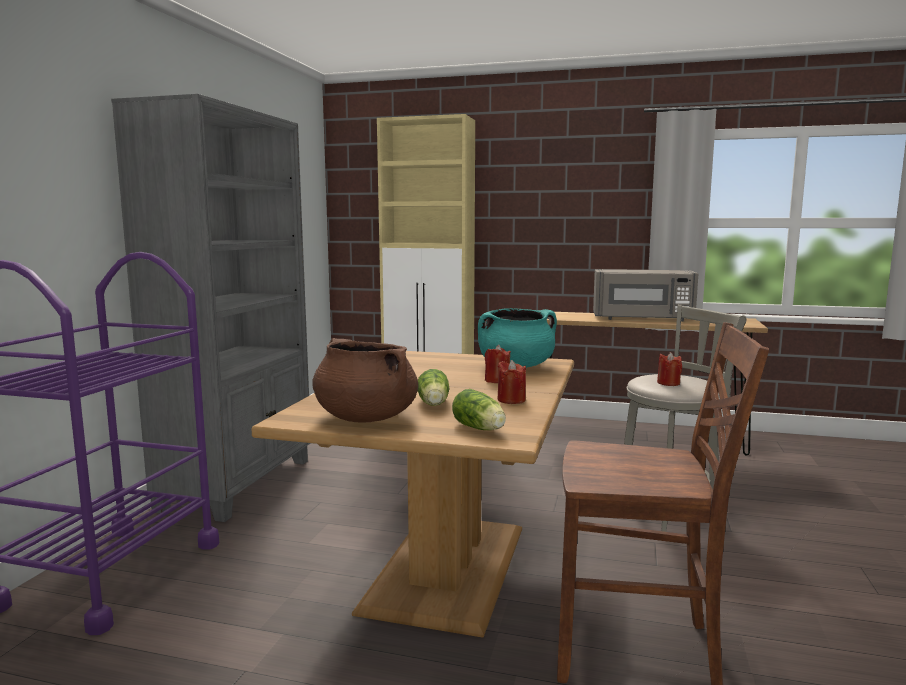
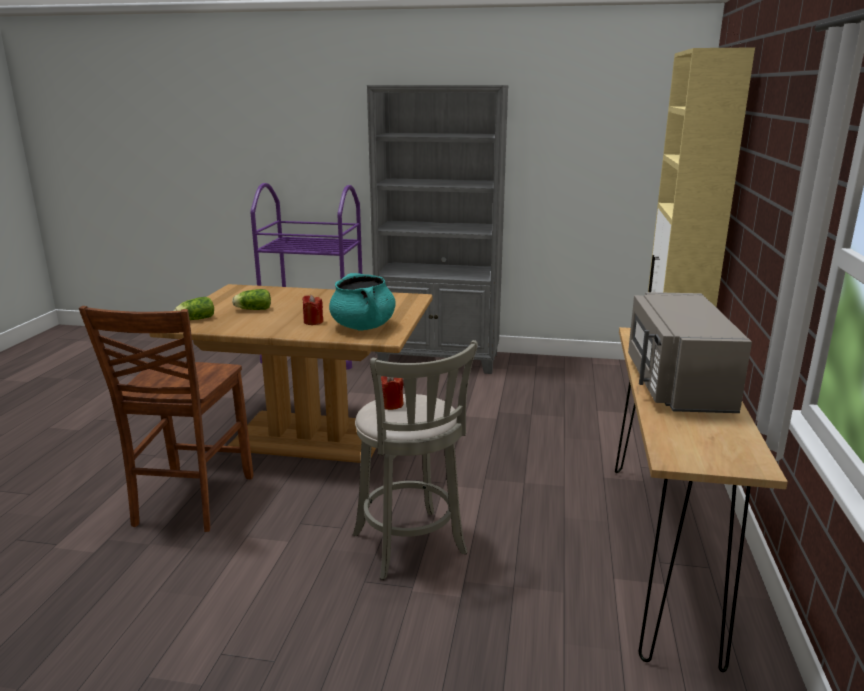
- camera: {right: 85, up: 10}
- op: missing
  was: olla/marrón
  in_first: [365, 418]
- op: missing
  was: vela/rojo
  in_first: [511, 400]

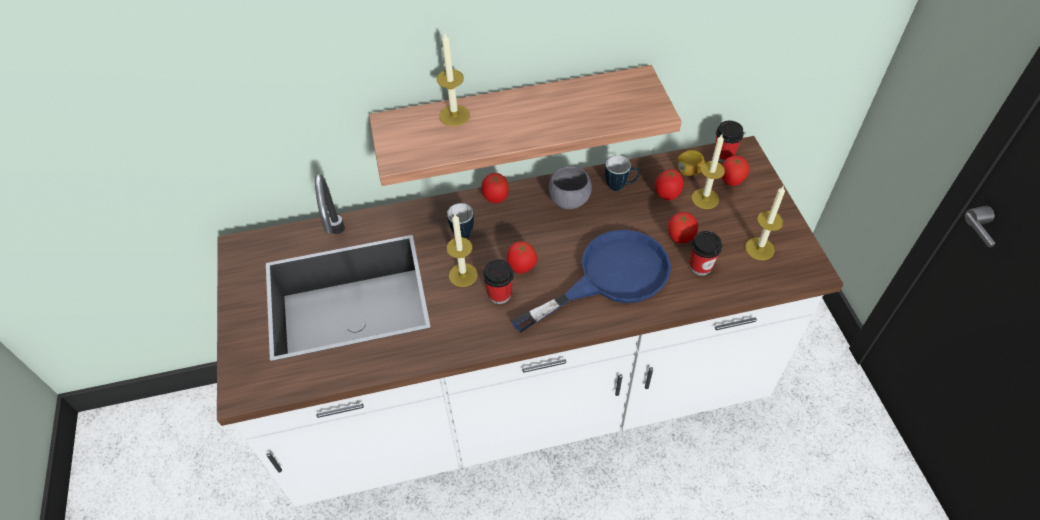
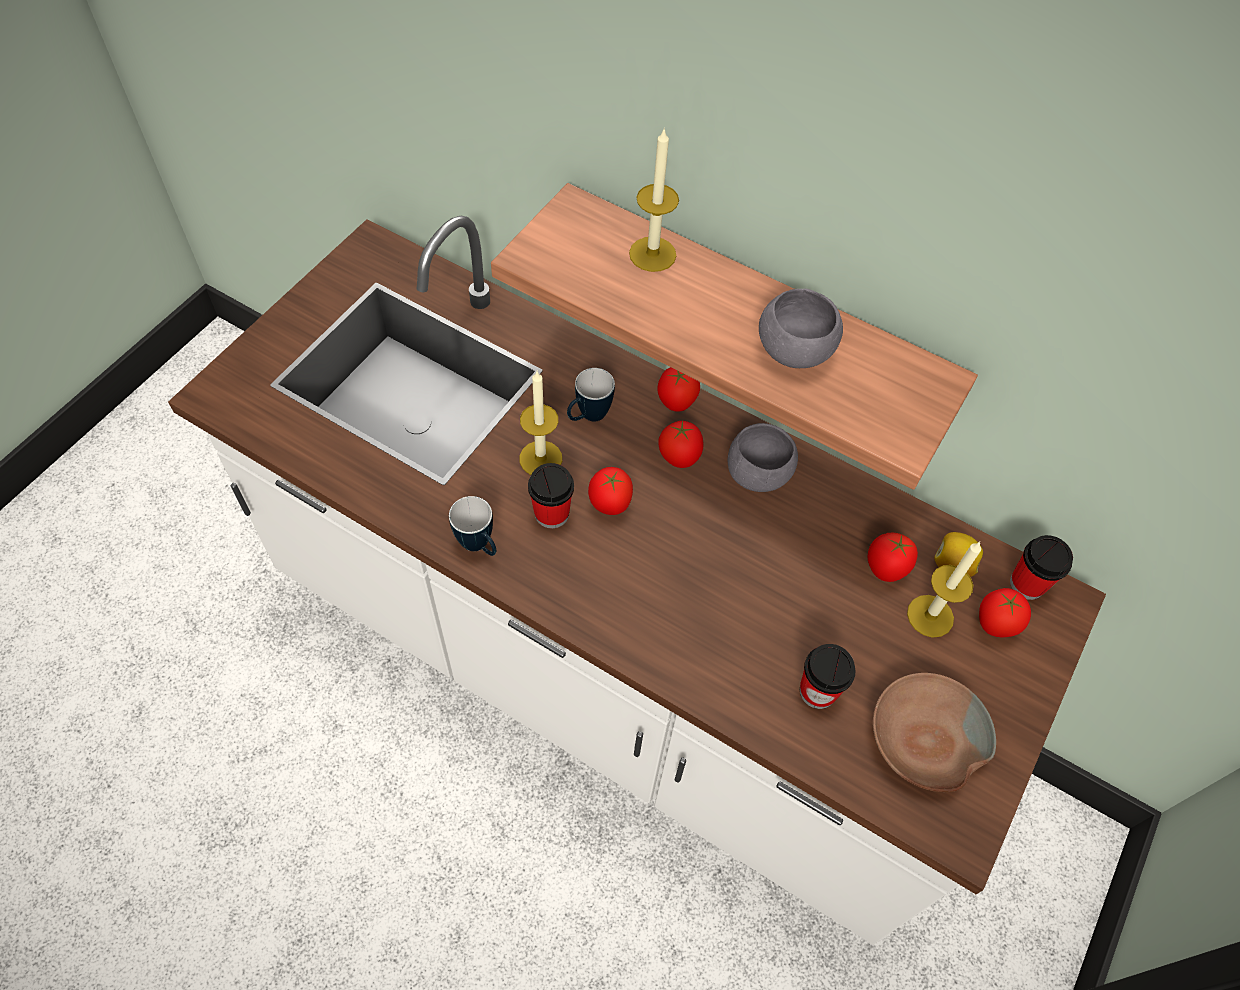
- camera: {right: 40, up: 5}
- op: missing
  was: sartén/azul
  in_first: [610, 277]
- op: relocated
  was: taza grande
  in_first: [620, 186]
  in_second: [479, 547]
- op: relocated
  was: tomate
  in_first: [679, 238]
  in_second: [679, 458]
- op: exchanged
  was: vela
  now: cuenco/marrón
  in_first: [759, 248]
  in_second: [923, 740]
- op: appeared
  now: cuenco/gris
  in_second: [794, 351]

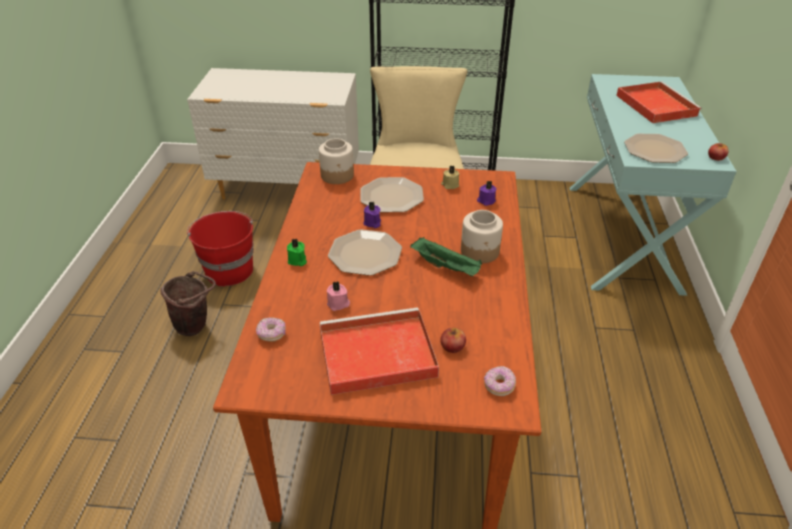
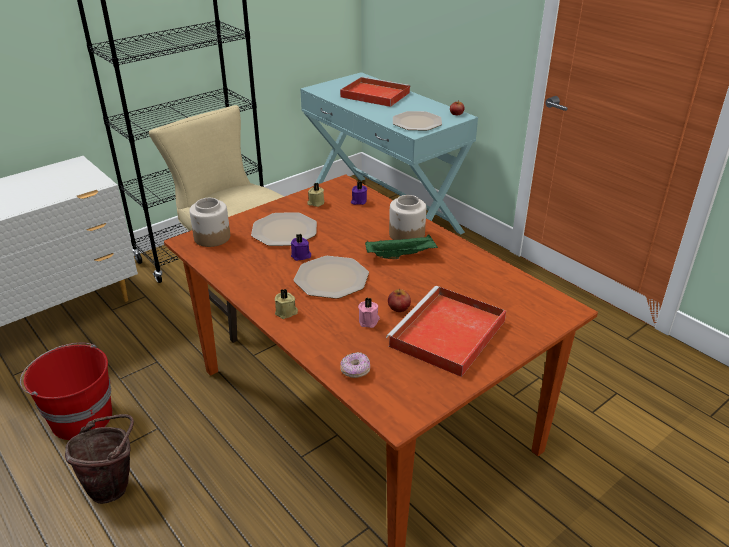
- camera: {right: -45, up: -5}
- op: colour
  was: vela/verde
  now: vela/beis
  in_first: [297, 261]
  in_second: [286, 312]
- op: relocated
  was: manzana
  in_first: [452, 346]
  in_second: [399, 307]
- op: missing
  was: rosquilla
  in_first: [499, 386]

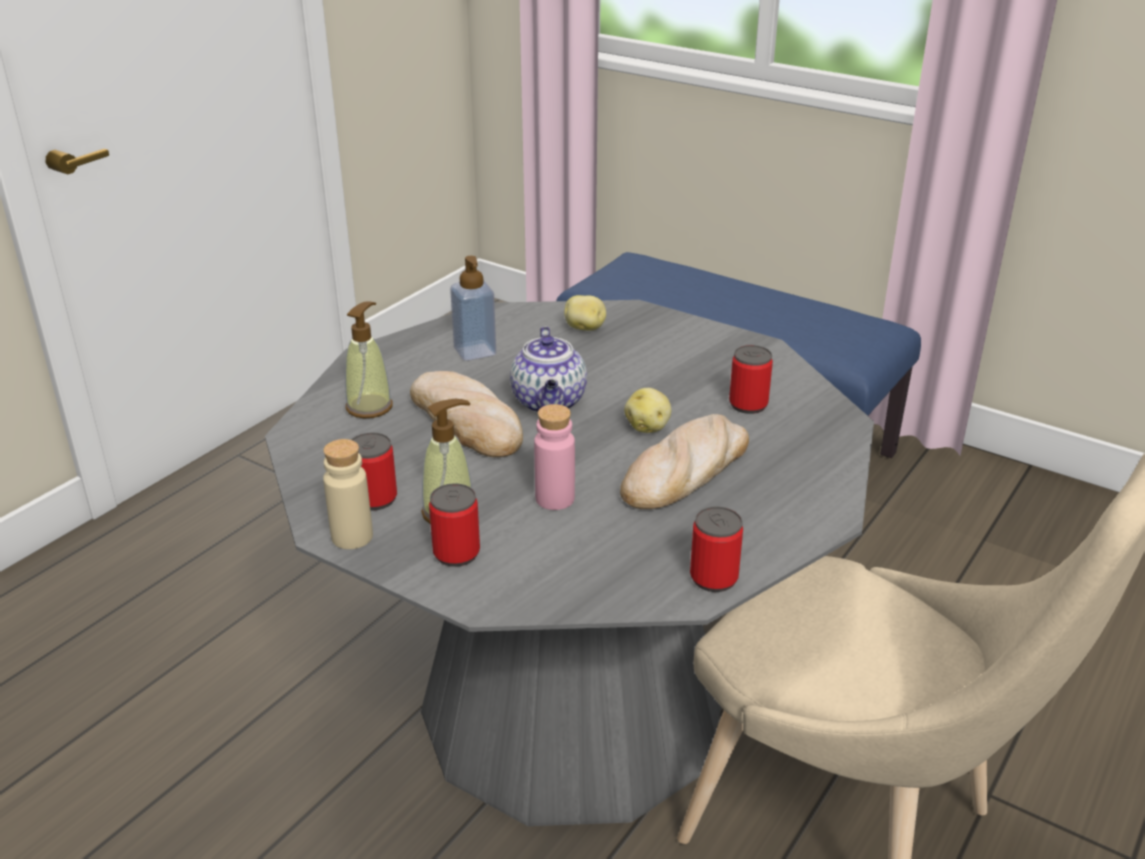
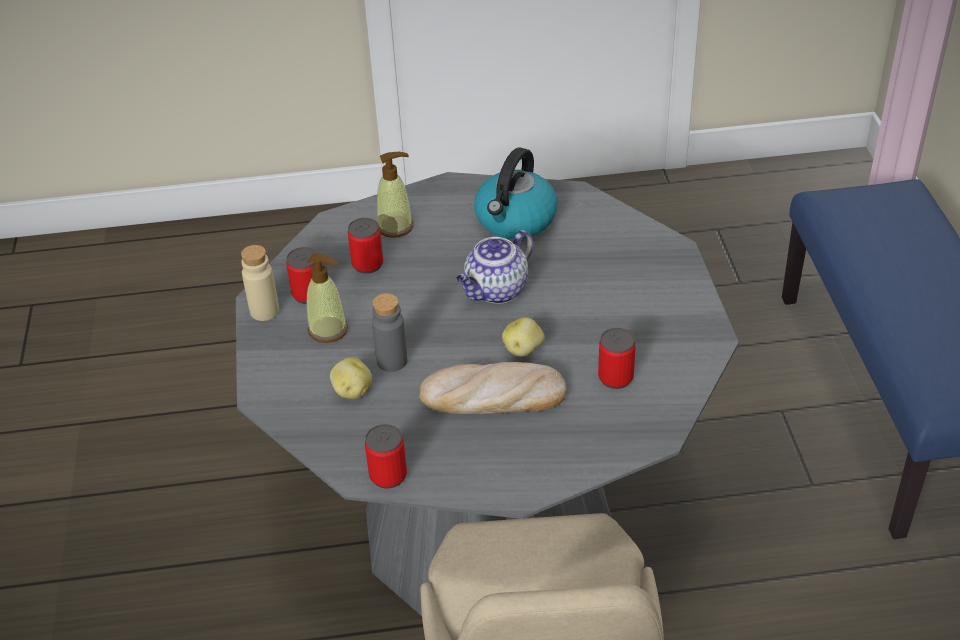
- camera: {right: 50, up: 10}
- op: missing
  was: pan
  in_first: [468, 420]
- op: relocated
  was: lata
  in_first: [456, 553]
  in_second: [367, 264]
- op: exchanged
  was: dispensador de jabón
  now: hervidor
  in_first: [475, 351]
  in_second: [515, 220]
- op: colour
  was: botella/rosa
  now: botella/gris
  in_first: [555, 498]
  in_second: [392, 361]
- op: relocated
  was: patata
  in_first: [585, 328]
  in_second: [352, 391]

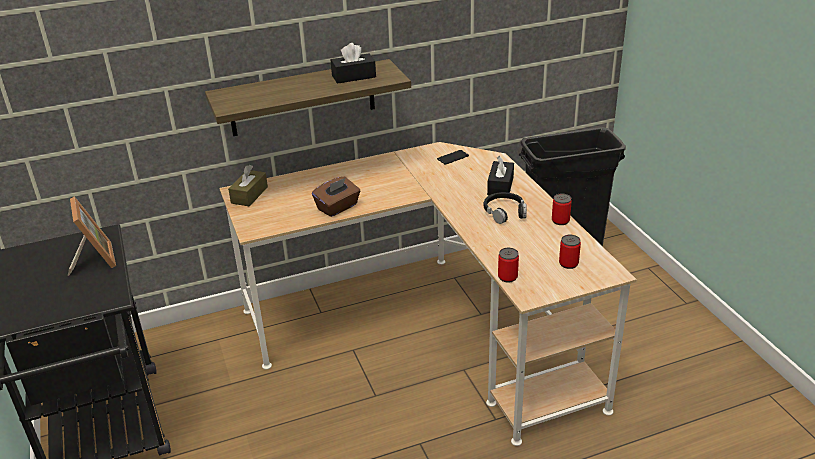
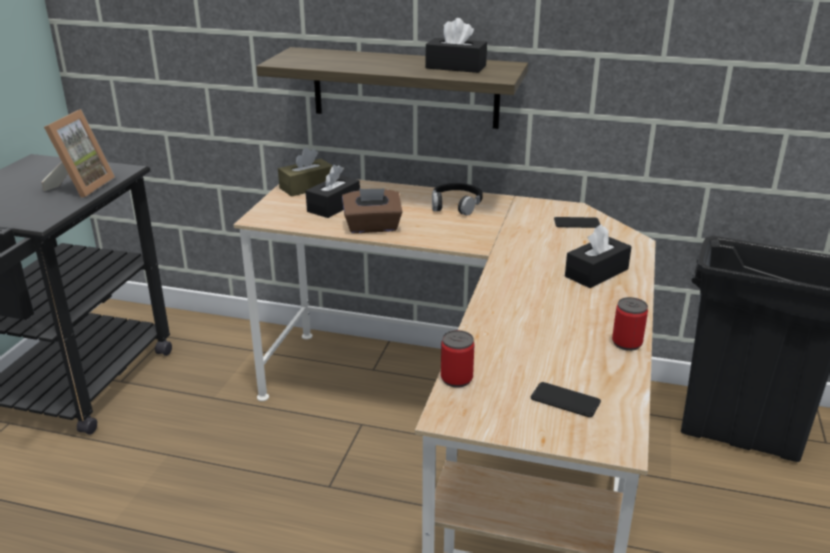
- camera: {right: 35, up: -5}
- op: relocated
  was: auriculares/negro
  in_first: [504, 212]
  in_second: [456, 205]
- op: exchanged
  was: lata
  now: móvil
  in_first: [568, 263]
  in_second: [565, 400]
- op: appeared
  now: caja de pañuelos/negro
  in_second: [334, 206]

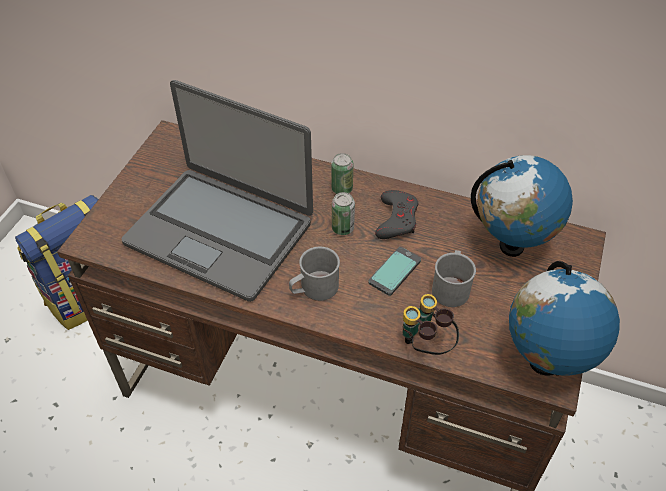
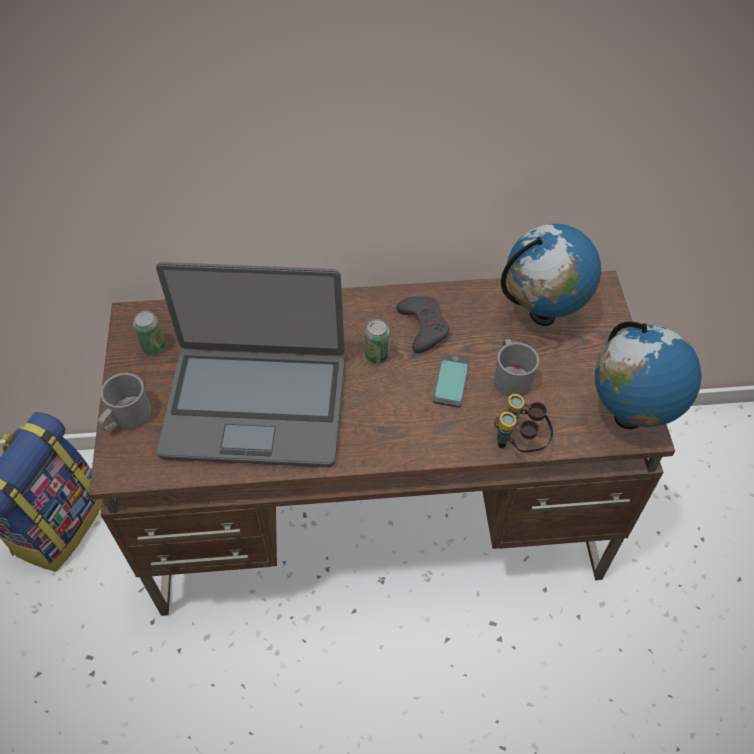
- camera: {right: -25, up: 5}
- op: relocated
  was: taza grande/gris
  in_first: [314, 289]
  in_second: [126, 418]
- op: relocated
  was: lata
  in_first: [342, 189]
  in_second: [154, 347]

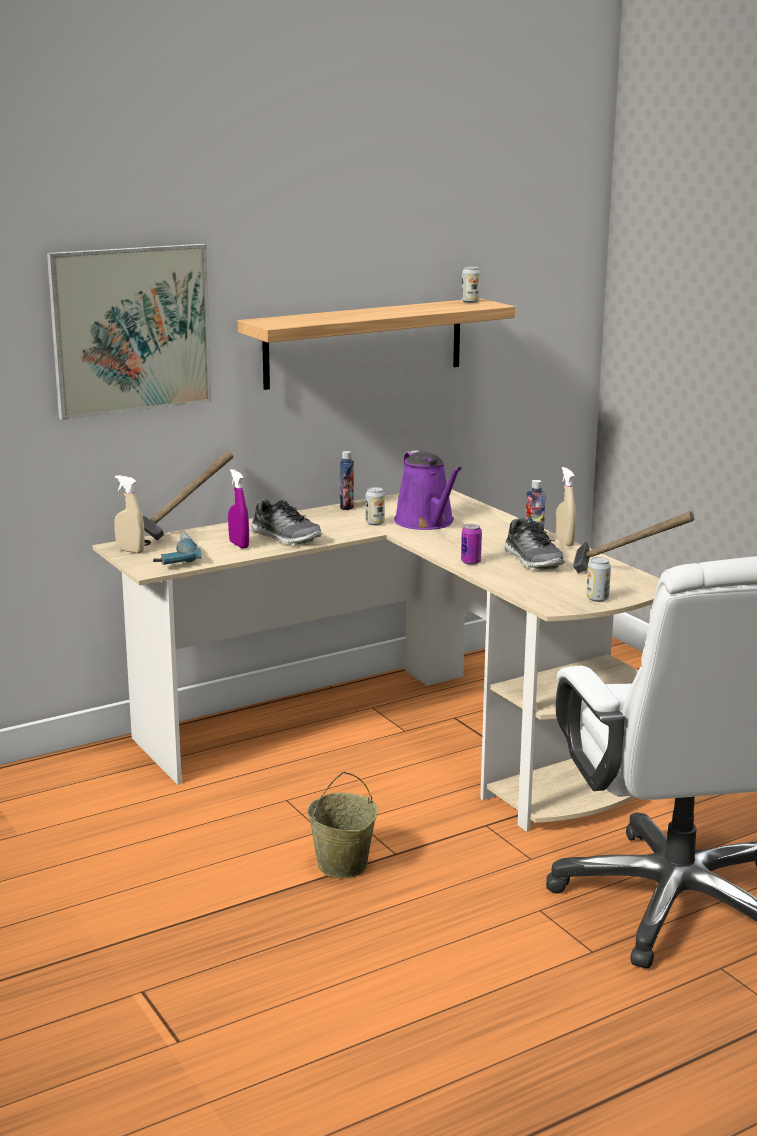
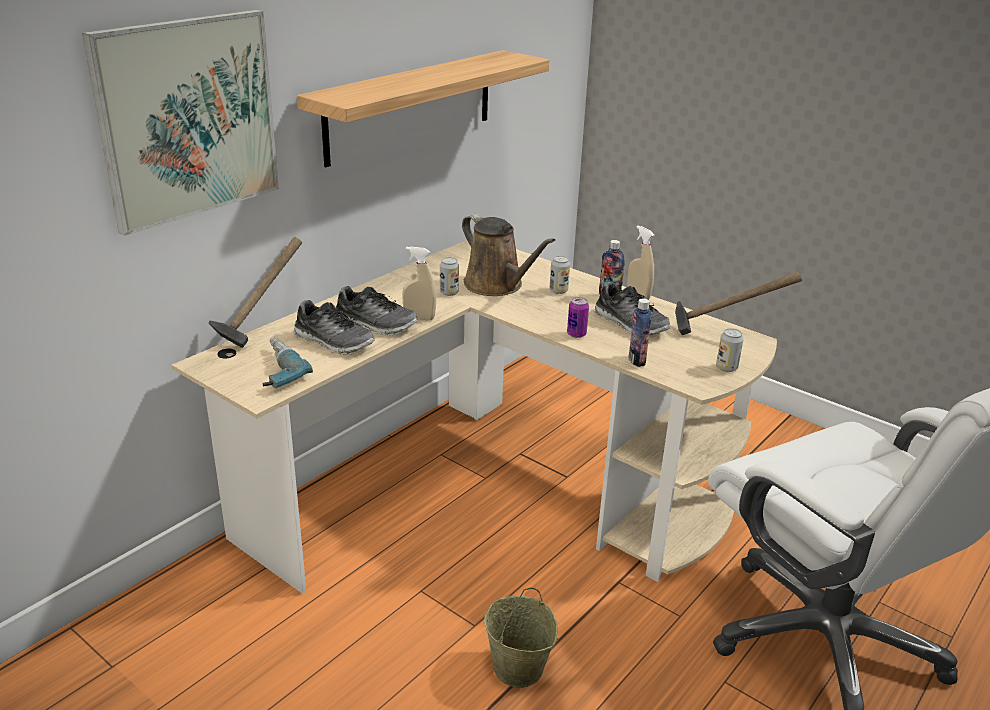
- camera: {right: -20, up: 10}
- op: relocated
  was: pulverizador/beis
  in_first: [130, 551]
  in_second: [419, 318]
- op: exchanged
  was: pulverizador/morado
  now: zapato
  in_first: [239, 545]
  in_second: [334, 342]
- op: relocated
  was: botella
  in_first: [346, 507]
  in_second: [637, 360]
- op: colour
  was: regadera/morado
  now: regadera/marrón
  in_first: [427, 522]
  in_second: [497, 285]
- op: relocated
  was: lata
  in_first: [470, 301]
  in_second: [558, 291]

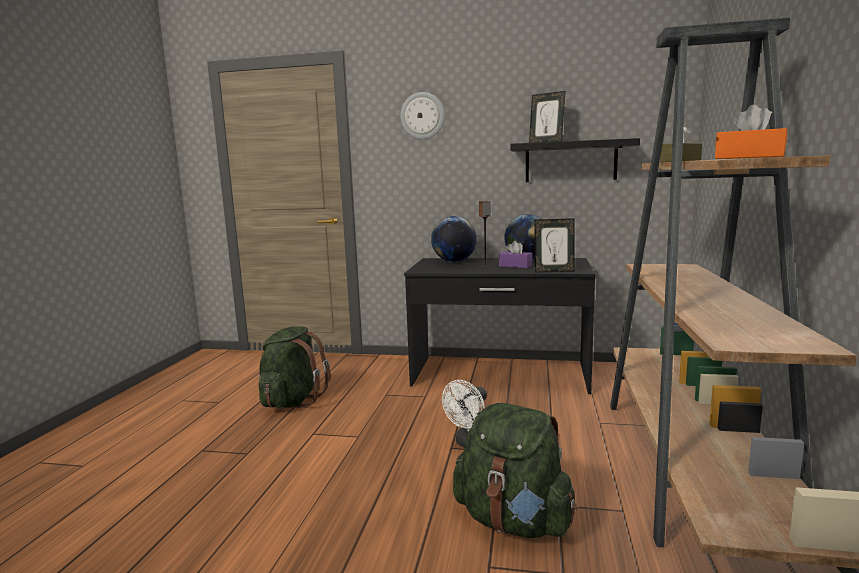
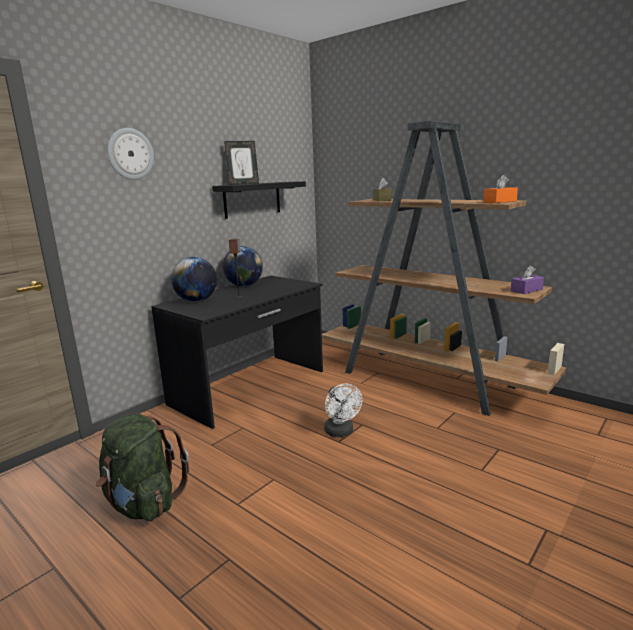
- camera: {right: -60, up: 5}
- op: missing
  was: mochila/verde
  in_first: [514, 521]
- op: relocated
  was: caja de pañuelos/morado
  in_first: [515, 266]
  in_second: [526, 290]
- op: missing
  was: portarretratos
  in_first: [554, 271]

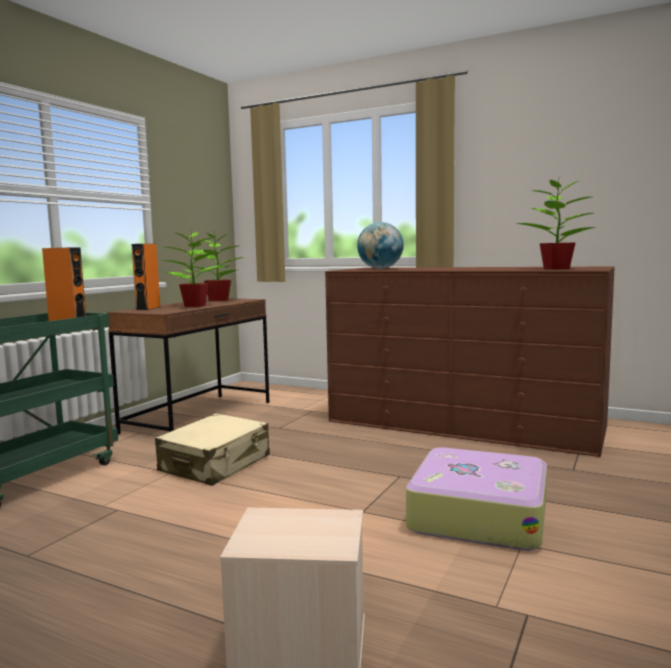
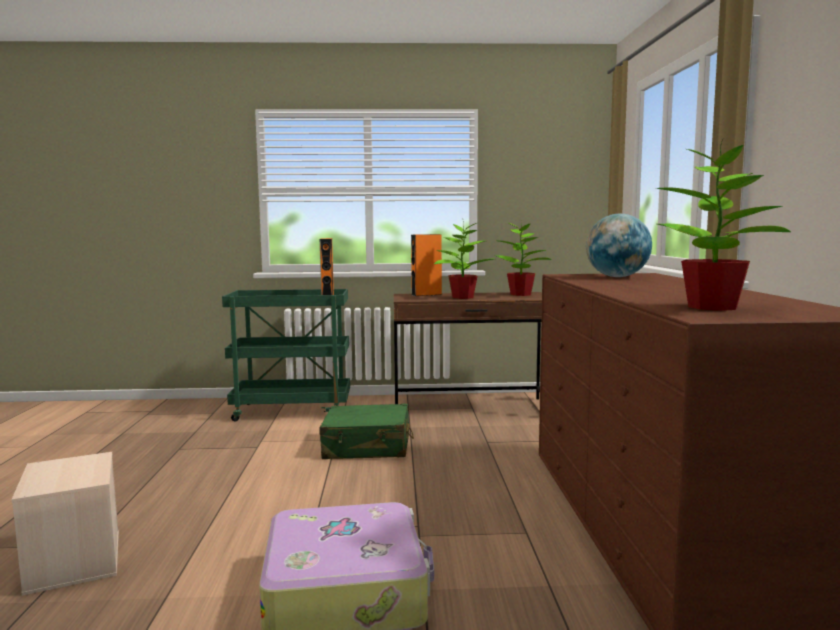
- camera: {right: 60, up: 0}
- op: colour
  was: maleta/beis
  now: maleta/verde
  in_first: [215, 464]
  in_second: [367, 447]

